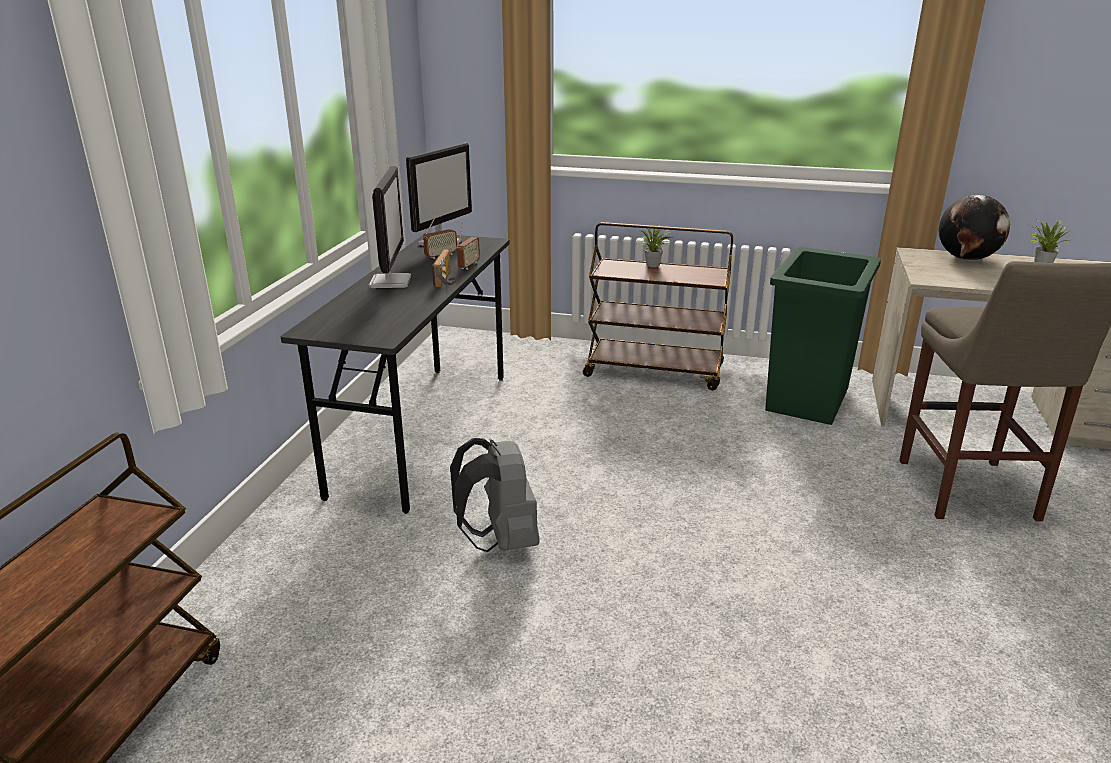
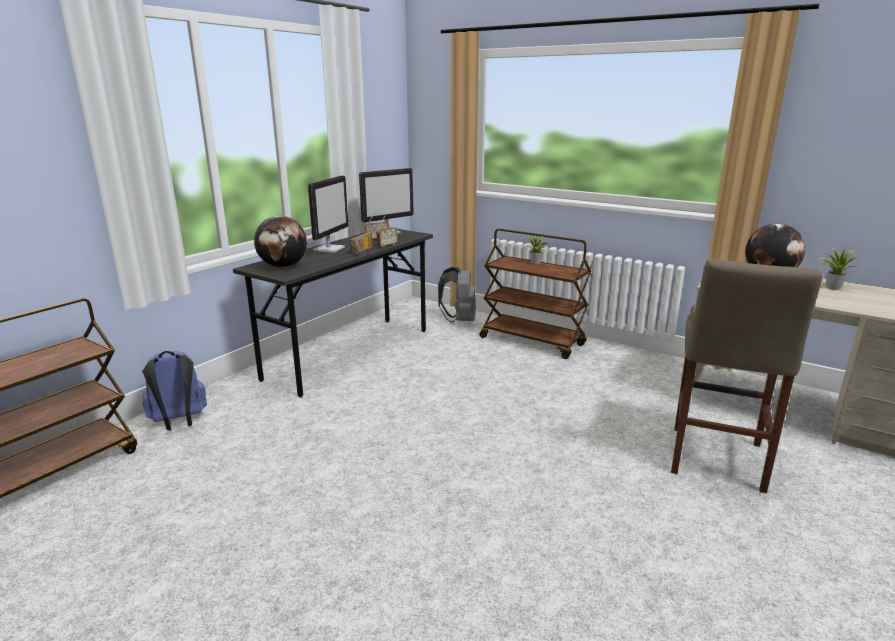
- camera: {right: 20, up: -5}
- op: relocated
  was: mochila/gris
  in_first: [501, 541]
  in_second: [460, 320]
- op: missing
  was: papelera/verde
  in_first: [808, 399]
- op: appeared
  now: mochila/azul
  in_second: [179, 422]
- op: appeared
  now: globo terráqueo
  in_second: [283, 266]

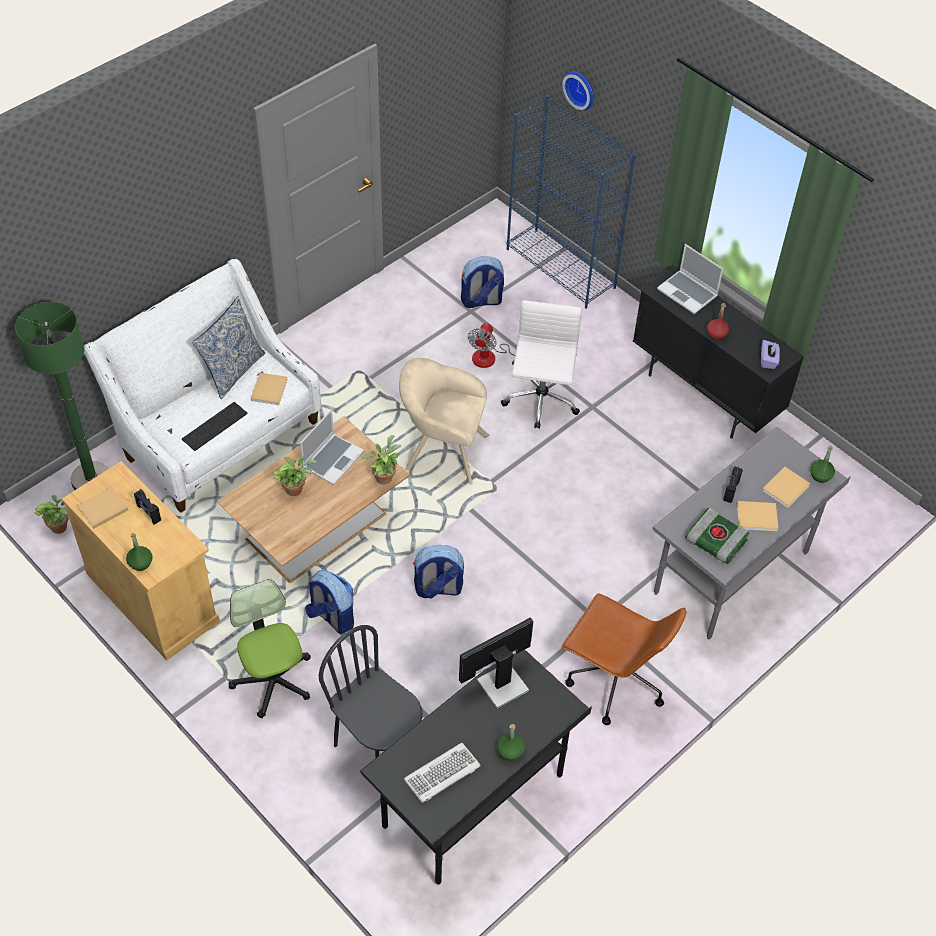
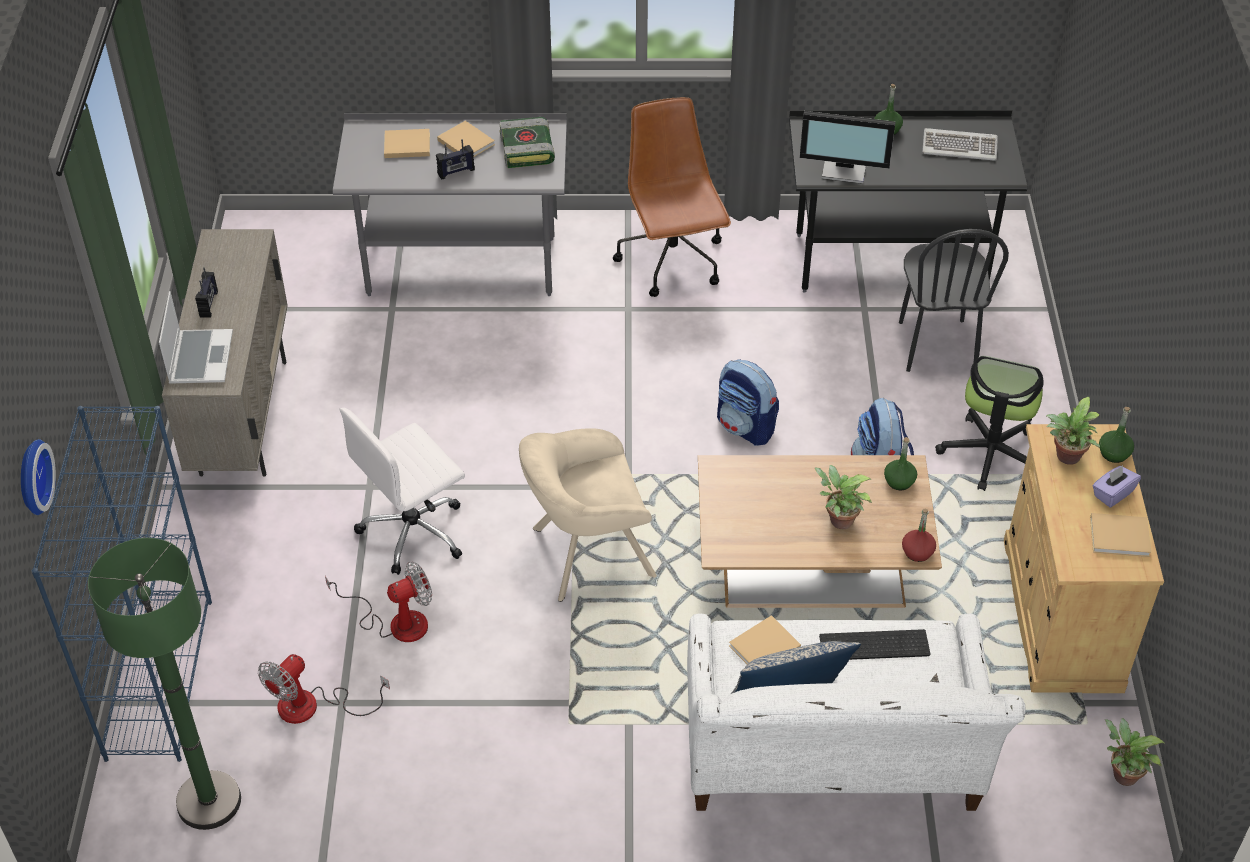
- camera: {right: -135, up: -5}
- op: relocated
  was: lámpara de pie/verde
  in_first: [91, 479]
  in_second: [209, 801]
- op: relocated
  was: radio
  in_first: [148, 513]
  in_second: [209, 304]
- op: missing
  was: portátil
  in_first: [332, 459]
- op: relocated
  was: planta en maceta
  in_first: [384, 476]
  in_second: [1066, 458]
- op: spun
  was: sillón/beis
  in_first: [442, 451]
  in_second: [586, 554]
  clockwise: 105
- op: exchanged
  was: mochila
  now: ventilador
  in_first: [481, 301]
  in_second: [312, 706]
- op: colour
  was: armario/negro
  now: armario/beis
  in_first: [704, 395]
  in_second: [244, 417]
- op: relocated
  was: botella/rojo
  in_first: [716, 334]
  in_second: [917, 552]
- op: relocated
  was: caja de pañuelos/morado
  in_first: [768, 360]
  in_second: [1112, 494]
- op: relocated
  was: botella/verde
  in_first: [820, 475]
  in_second: [899, 481]

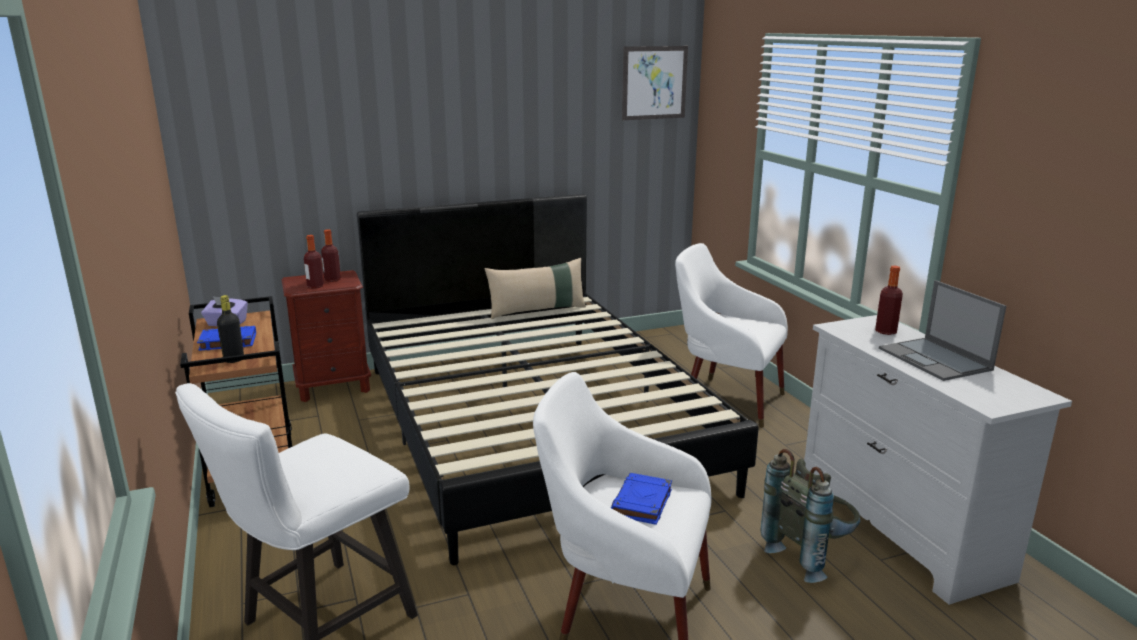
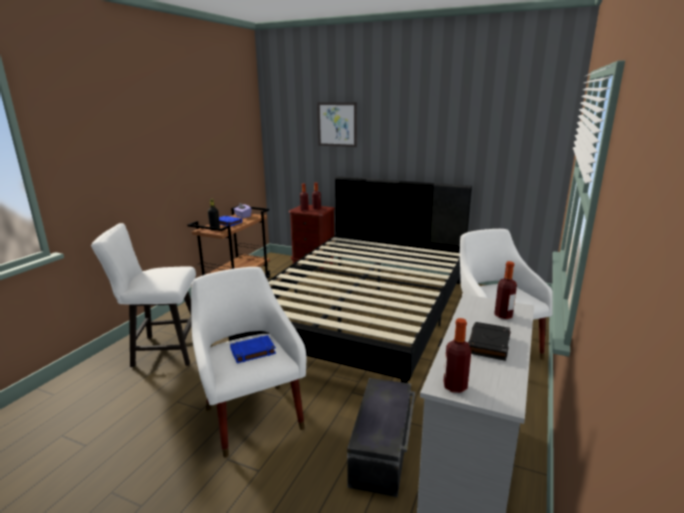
- camera: {right: 45, up: 0}
- op: missing
  was: cojín/beis
  in_first: [537, 310]
- op: relocated
  was: cuadro
  in_first: [654, 83]
  in_second: [337, 124]
- op: exchanged
  was: mochila/gris
  now: caja de almacenaje/negro
  in_first: [809, 555]
  in_second: [382, 449]
- op: exchanged
  was: portátil
  now: libro/negro
  in_first: [935, 359]
  in_second: [489, 344]
- op: appeared
  now: botella
  in_second: [455, 386]

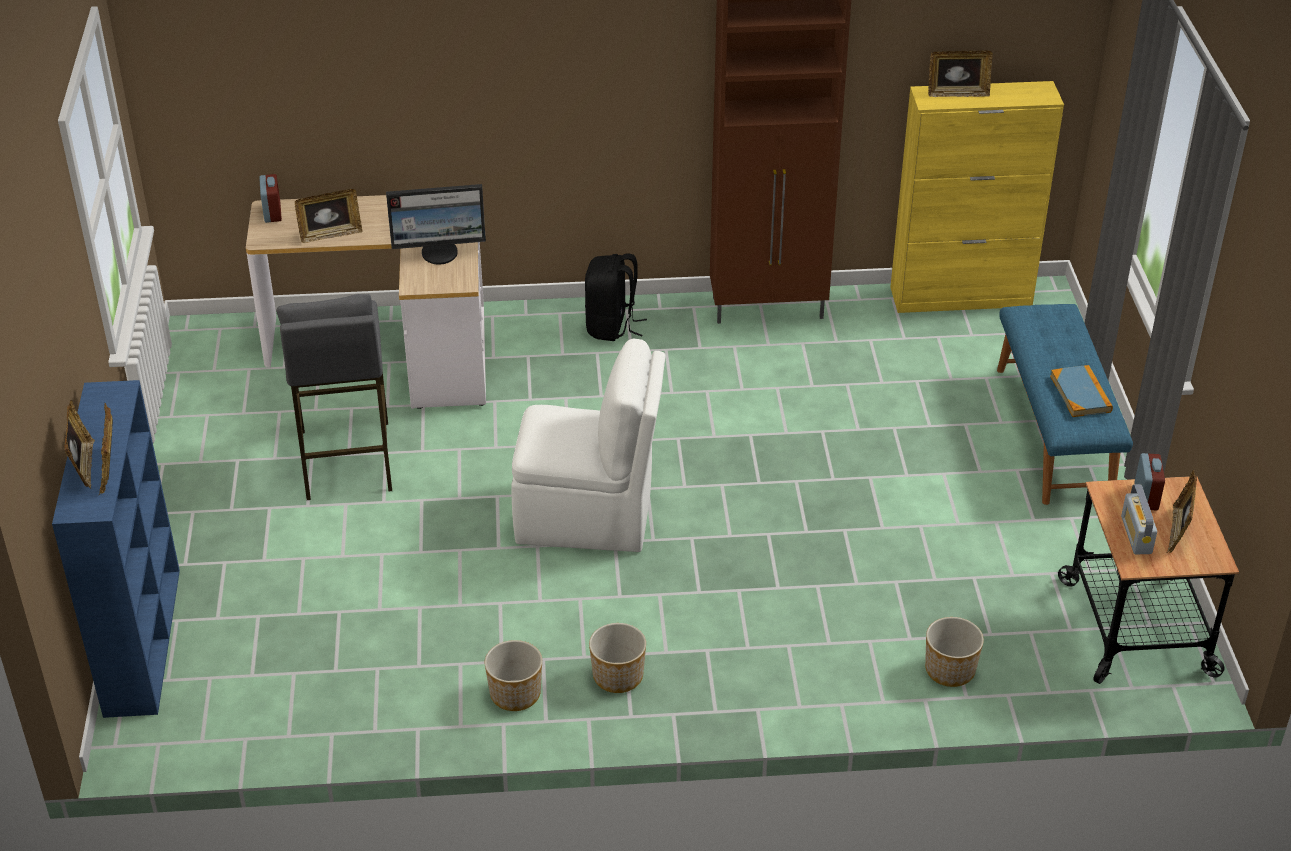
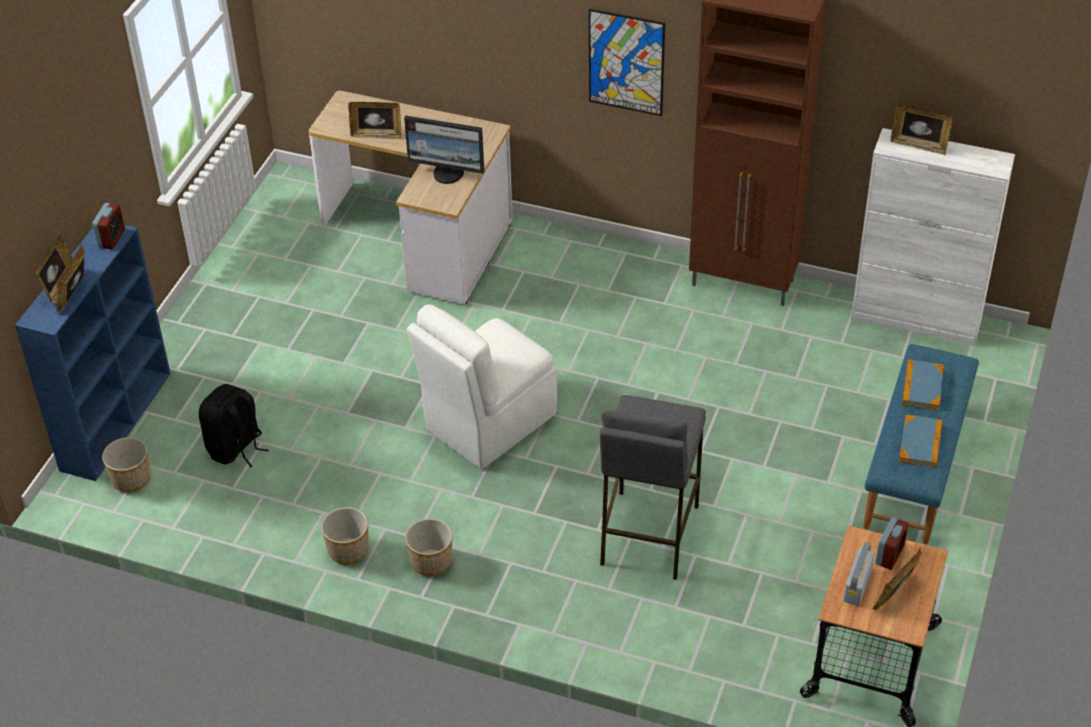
- camera: {right: 25, up: 5}
- op: relocated
  was: despertador
  in_first: [272, 213]
  in_second: [111, 238]
- op: relocated
  was: taburete/gris
  in_first: [346, 460]
  in_second: [648, 535]
- op: spun
  was: silla/blanco
  in_first: [588, 517]
  in_second: [487, 423]
  clockwise: 105
- op: relocated
  was: mochila/negro
  in_first: [612, 327]
  in_second: [236, 448]
- op: colour
  was: armario/amarillo
  now: armario/blanco
  in_first: [961, 297]
  in_second: [916, 319]
- op: relocated
  was: maceta
  in_first: [950, 670]
  in_second: [131, 479]
- op: appeared
  now: cuadro
  in_second: [626, 62]
- op: appeared
  now: libro
  in_second: [922, 387]

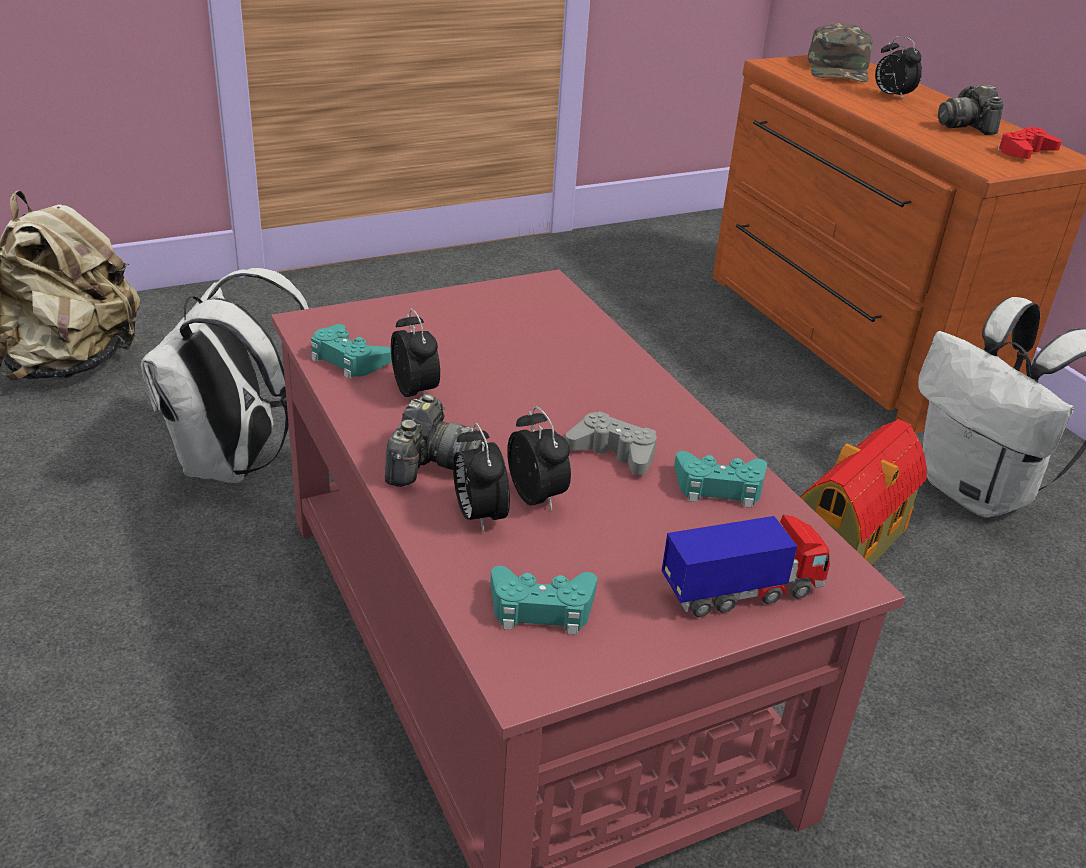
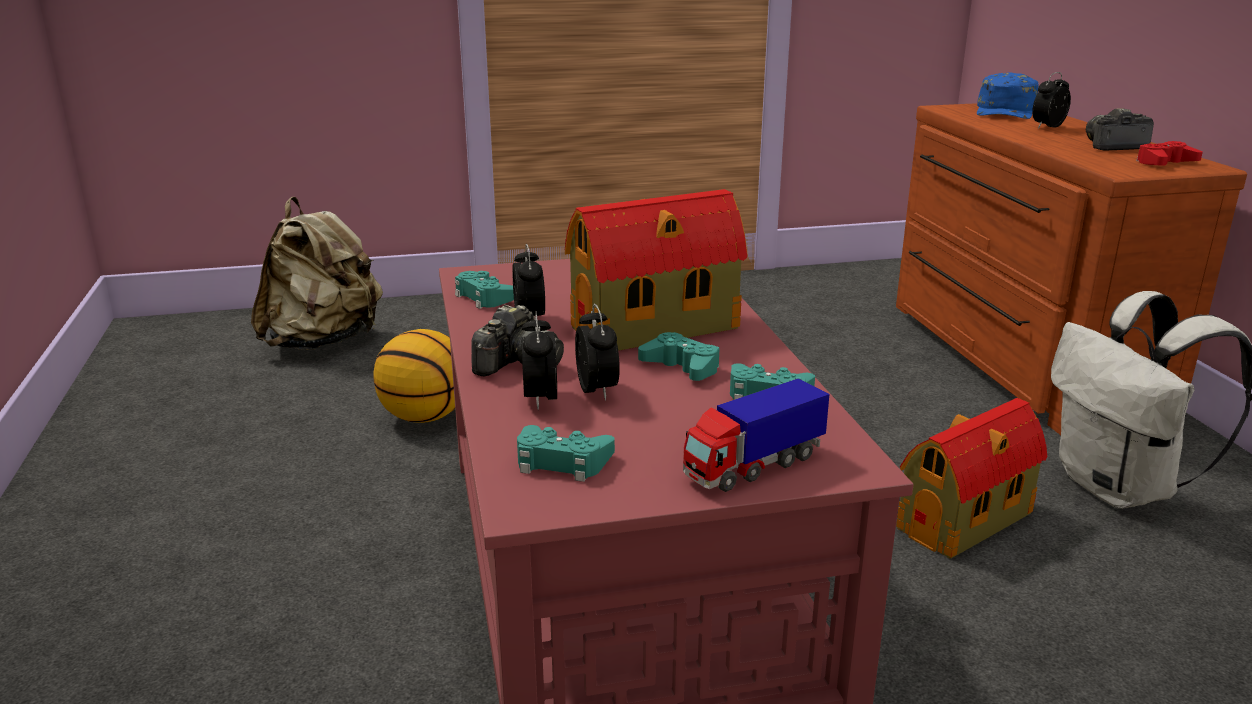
- camera: {right: 15, up: -10}
- op: exchanged
  was: mochila/blanco
  now: balón de baloncesto
  in_first: [235, 463]
  in_second: [425, 417]
- op: colour
  was: mando de consola/gris
  now: mando de consola/turquesa
  in_first: [613, 453]
  in_second: [682, 367]
- op: spun
  was: camión de juguete
  in_first: [742, 592]
  in_second: [752, 466]
  clockwise: 150
- op: colour
  was: gorra/verde
  now: gorra/azul
  in_first: [839, 69]
  in_second: [1006, 111]
- op: spun
  was: despertador
  in_first: [891, 96]
  in_second: [1047, 127]
  clockwise: 75
- op: spun
  was: cámara
  in_first: [966, 126]
  in_second: [1112, 146]
  clockwise: 75
- op: appeared
  now: casita
  in_second: [658, 327]

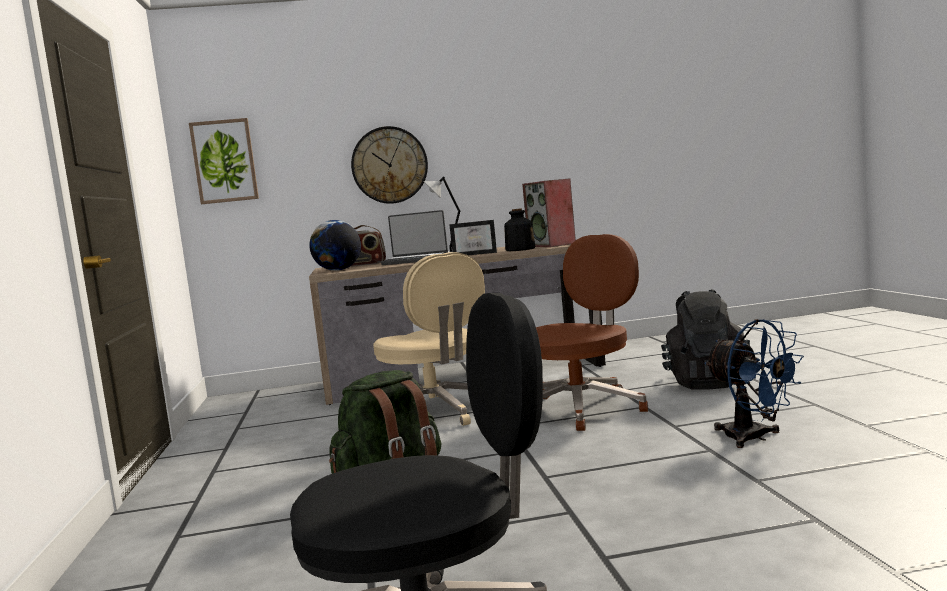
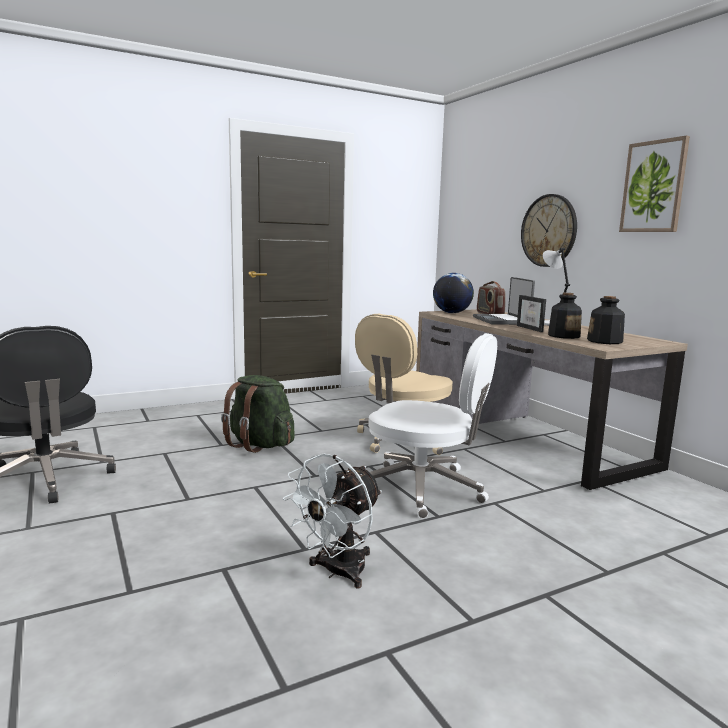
- camera: {right: 70, up: 5}
- op: relocated
  was: cuadro
  in_first: [224, 161]
  in_second: [654, 187]
- op: exchanged
  was: altavoz
  now: botella
  in_first: [552, 245]
  in_second: [605, 341]
- op: colour
  was: silla de oficina/marrón
  now: silla de oficina/blanco
  in_first: [582, 409]
  in_second: [424, 489]
- op: missing
  was: mochila/negro
  in_first: [706, 382]
- op: colour
  was: ventilador/azul
  now: ventilador/blanco
  in_first: [754, 438]
  in_second: [337, 573]

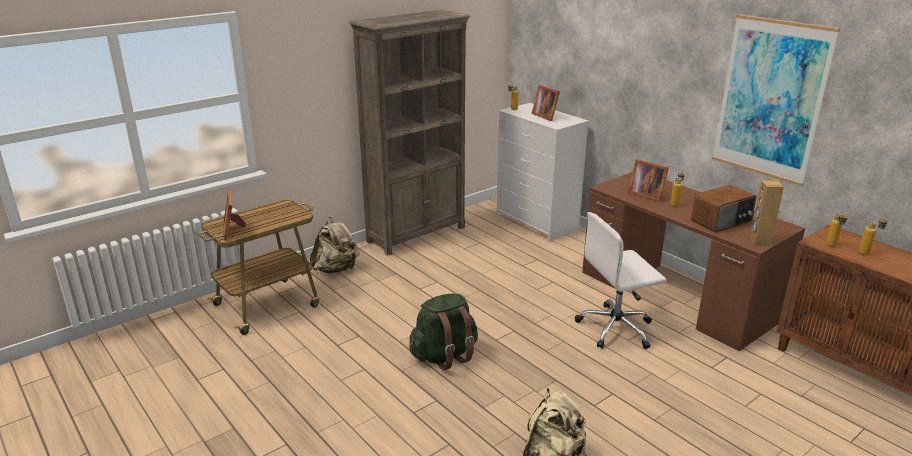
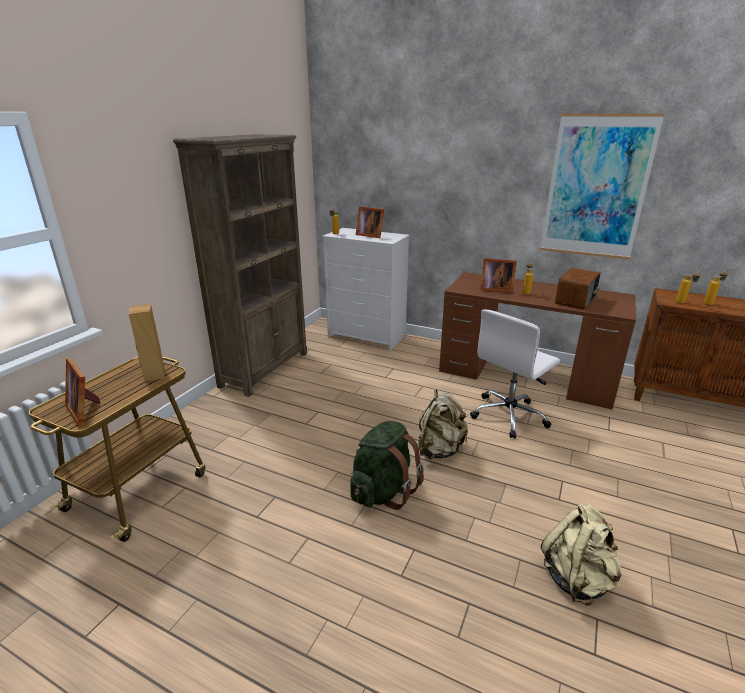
- camera: {right: -25, up: 0}
- op: relocated
  was: mochila/beis
  in_first: [336, 269]
  in_second: [440, 449]
- op: relocated
  was: altavoz/marrón
  in_first: [759, 241]
  in_second: [154, 375]

